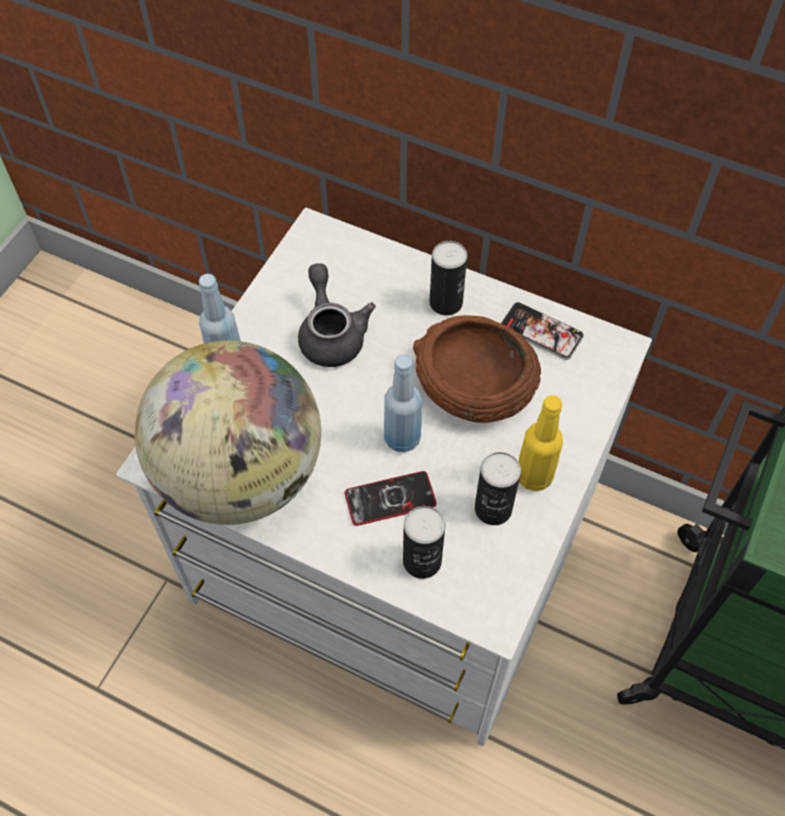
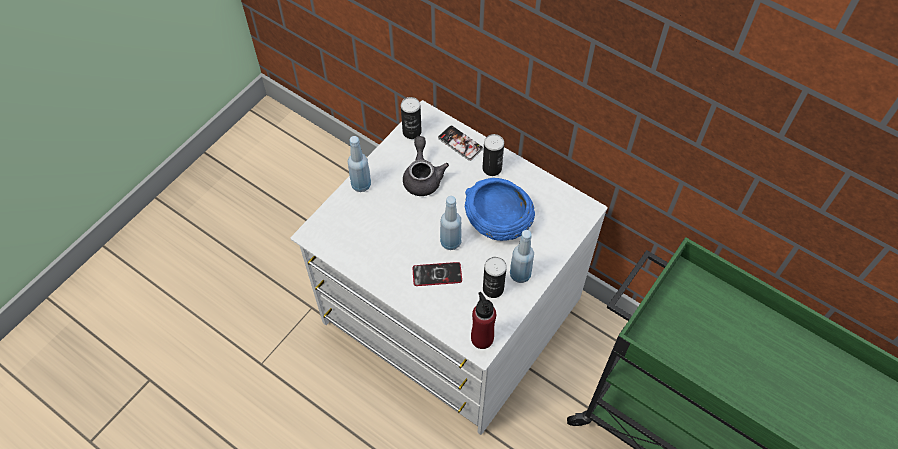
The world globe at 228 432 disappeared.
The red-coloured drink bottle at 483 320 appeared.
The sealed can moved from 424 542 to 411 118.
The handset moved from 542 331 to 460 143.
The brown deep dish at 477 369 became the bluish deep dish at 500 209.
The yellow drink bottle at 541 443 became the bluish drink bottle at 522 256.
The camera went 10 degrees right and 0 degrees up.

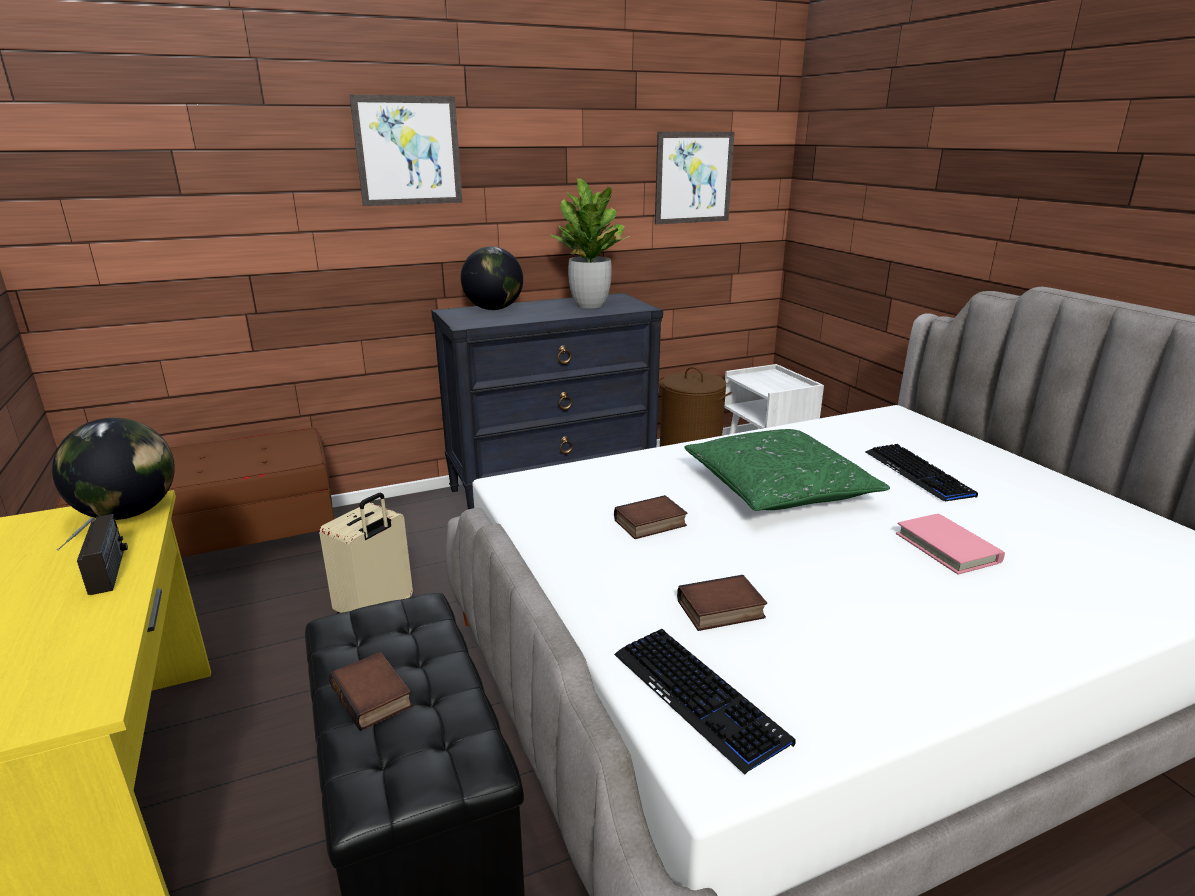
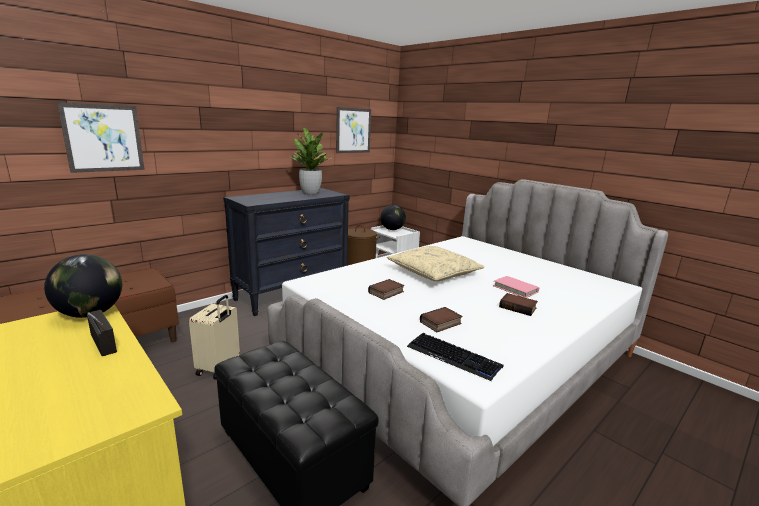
The PC keyboard at 922 472 disappeared.
The bound book moved from 371 691 to 518 304.
The picture moved from 405 150 to 101 137.
The world globe moved from 492 278 to 393 217.
The greenish cushion at 787 470 became the sand-coloured cushion at 436 263.
The camera went 20 degrees left and 5 degrees down.

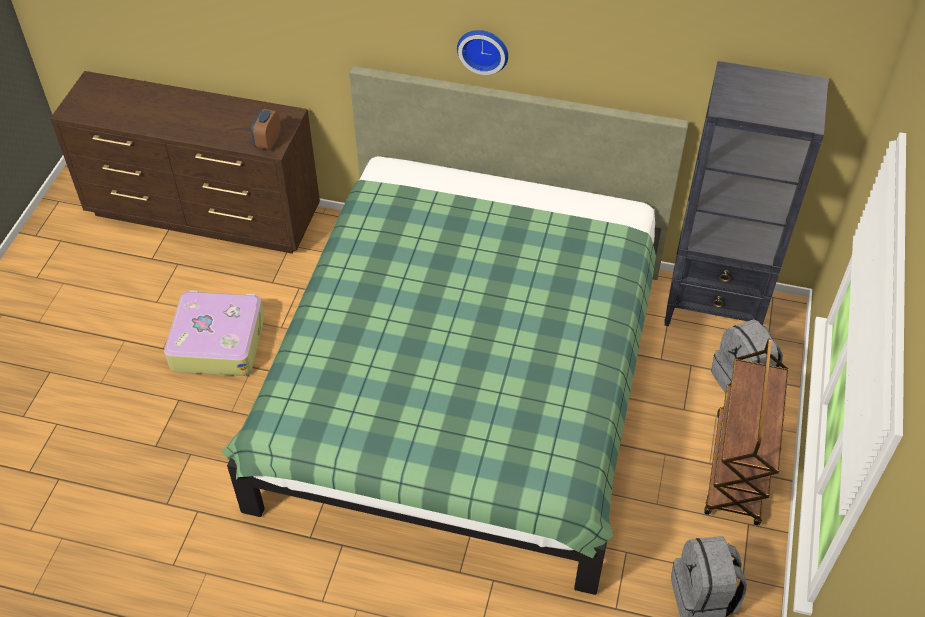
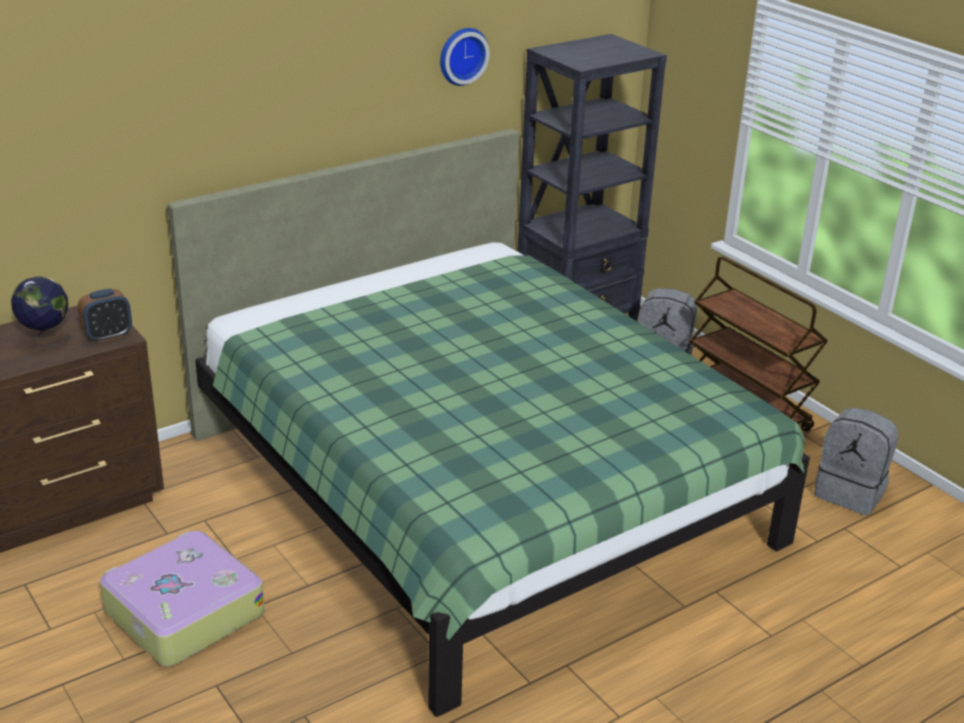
The world globe at 40 311 appeared.
The hanging clock moved from 482 52 to 465 57.
The alarm clock at 266 129 turned 90 degrees counterclockwise.
The camera went 50 degrees left and 20 degrees down.

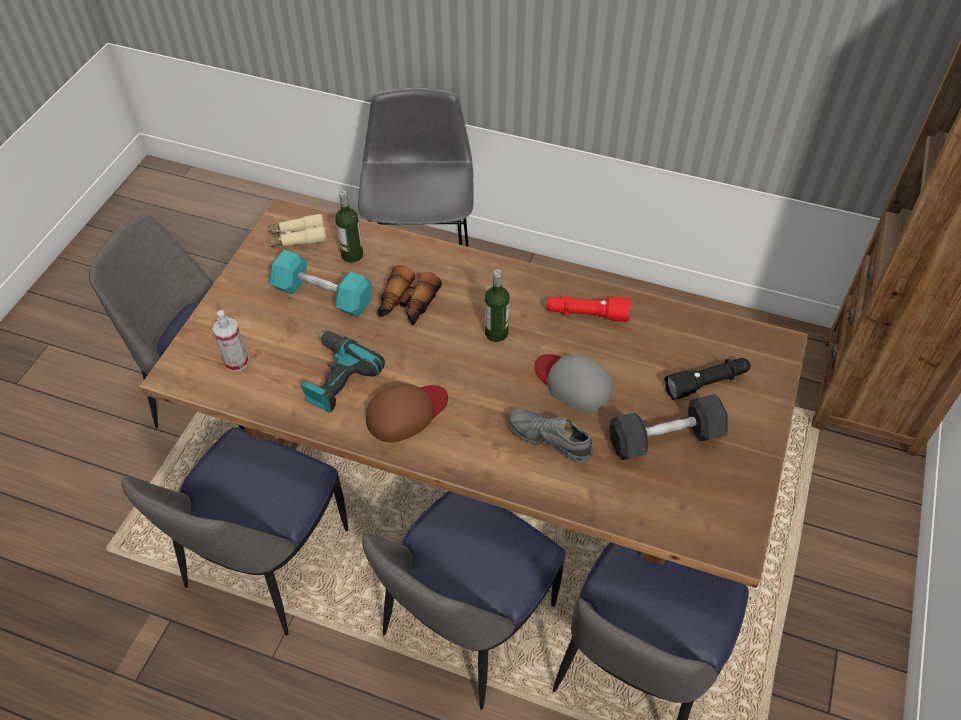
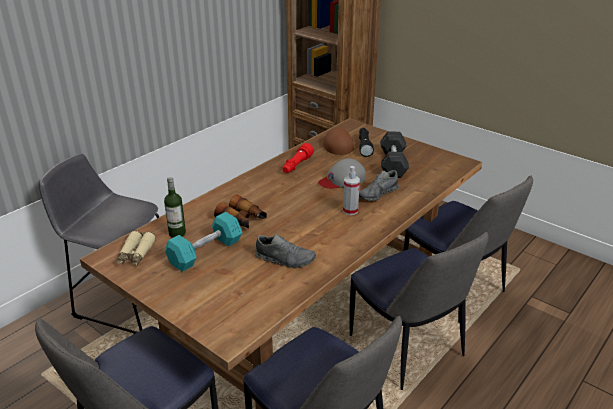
The drink bottle at 497 305 disappeared.
The sprayer moved from 230 341 to 351 190.
The brown peaked cap moved from 407 413 to 338 141.
The power drill at 343 372 was replaced by the gray shoe at 285 251.
The camera went 70 degrees left and 20 degrees down.

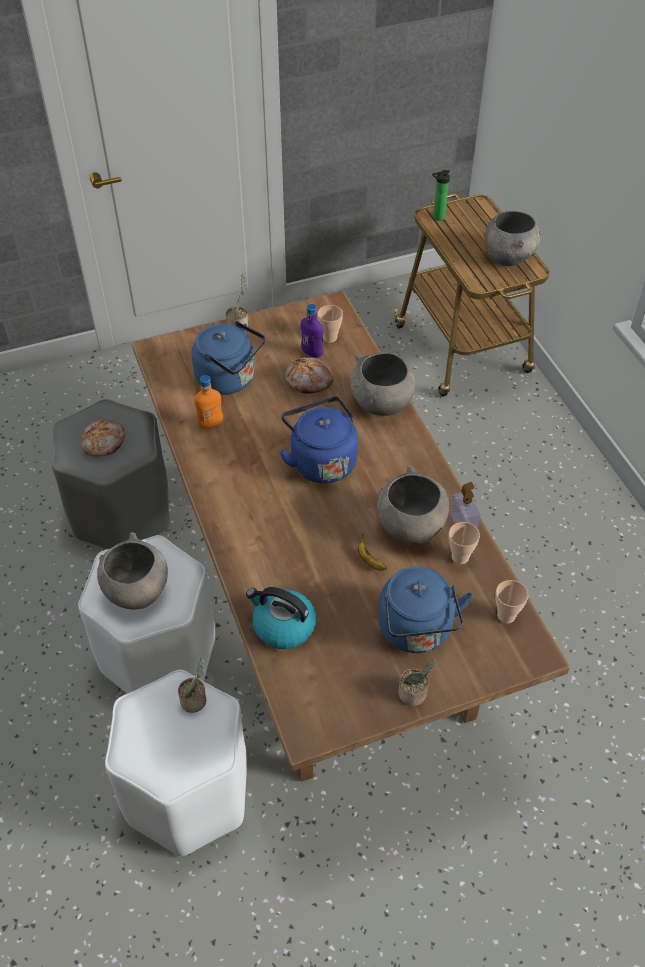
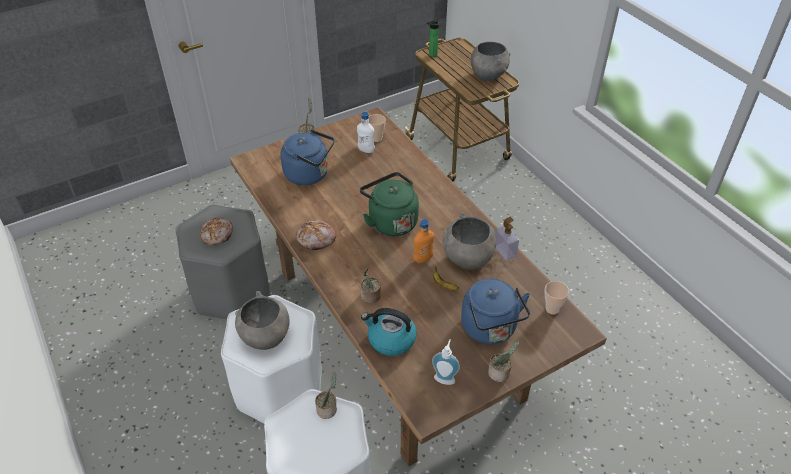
The gray deep dish at 382 384 disappeared.
The drinking cup at 464 543 disappeared.
The houseplant at 371 285 appeared.
The soap bottle at 446 362 appeared.
The orange-coloured drink bottle moved from 208 402 to 423 241.
The bread moved from 308 375 to 315 235.
The bluish tea kettle at 318 439 became the greenish tea kettle at 389 204.
The purplish drink bottle at 312 331 became the whitish drink bottle at 366 132.
The camera went 10 degrees left and 5 degrees down.

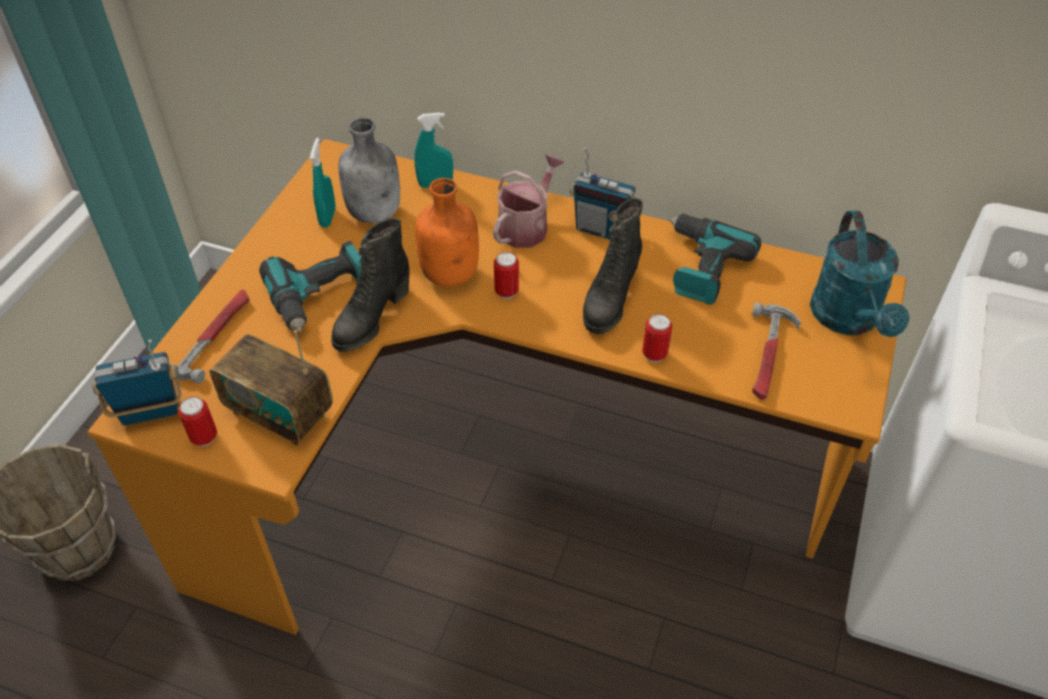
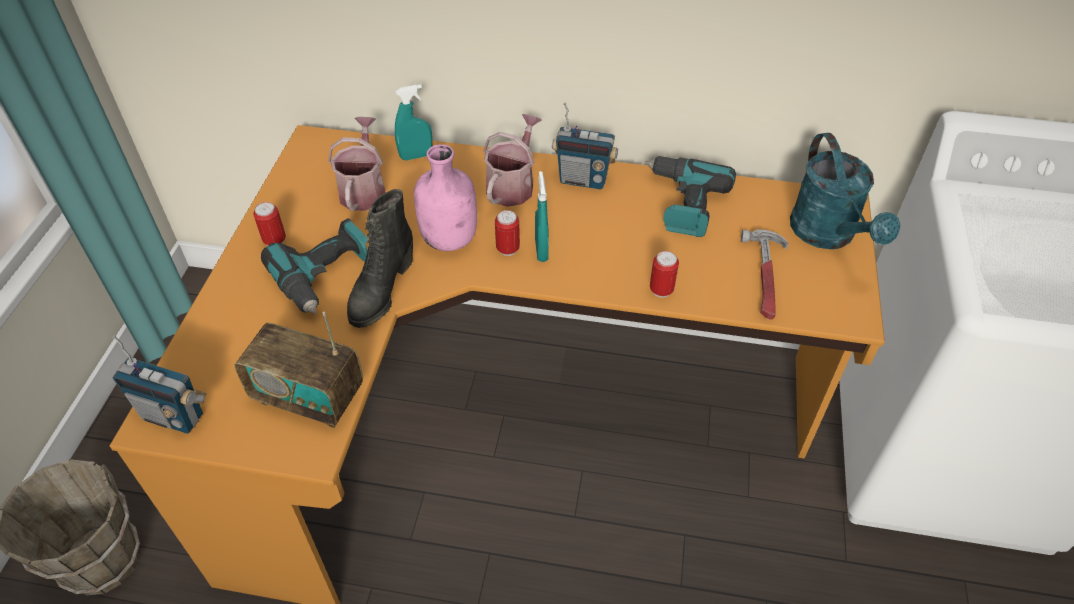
The tool hammer at 207 336 disappeared.
The black-coloured tall boot at 613 265 disappeared.
The sealed can moved from 197 421 to 269 224.
The blue-green sprayer moved from 323 182 to 542 216.
The gray drink bottle at 369 170 was replaced by the watering can at 357 164.
The orange-coloured drink bottle at 447 232 became the pink drink bottle at 445 197.
The radio set at 136 382 turned 135 degrees counterclockwise.
The camera went 10 degrees left and 0 degrees up.

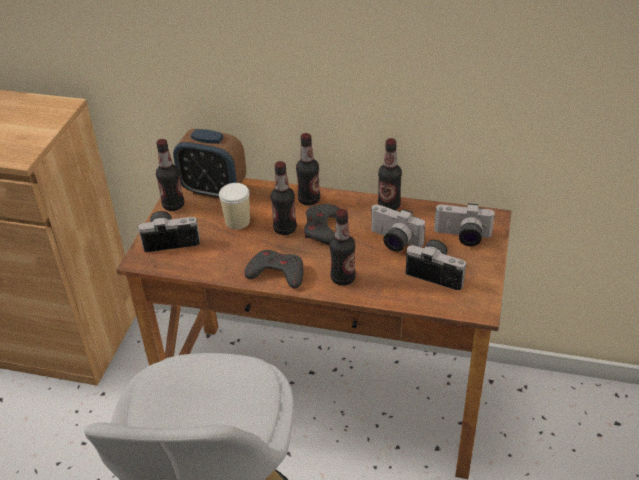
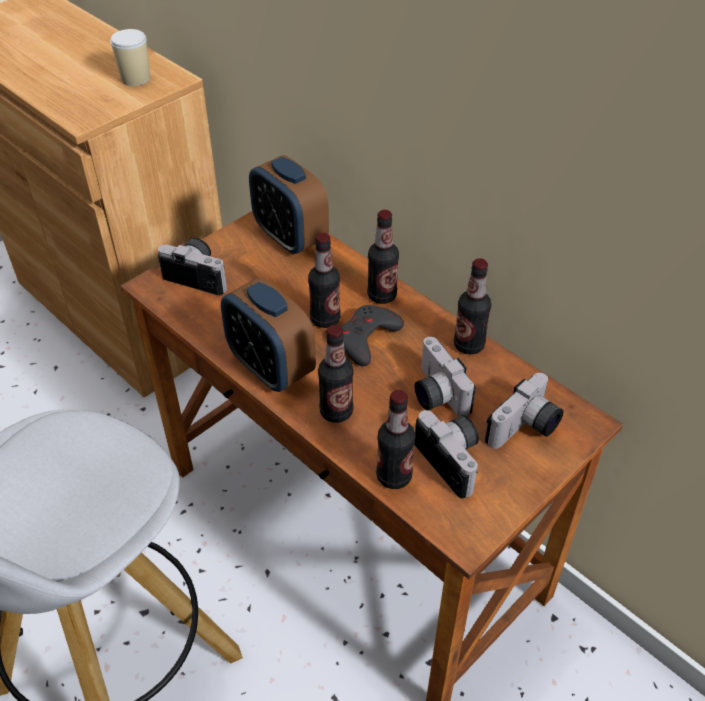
The drink bottle moved from 170 175 to 396 439.
The drinking cup moved from 234 206 to 130 57.
The gray joypad at 273 269 was replaced by the alarm clock at 268 334.
The still camera at 464 224 turned 90 degrees counterclockwise.
The camera went 30 degrees right and 5 degrees up.

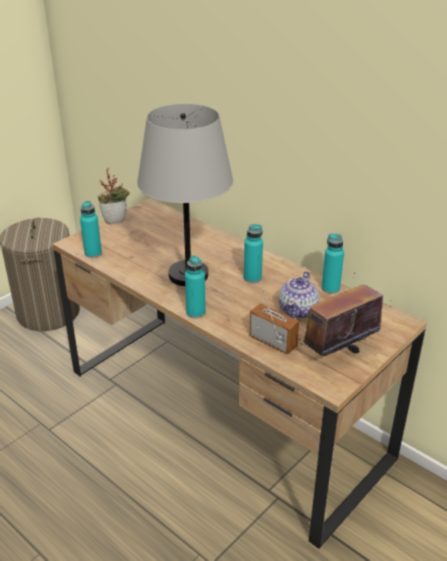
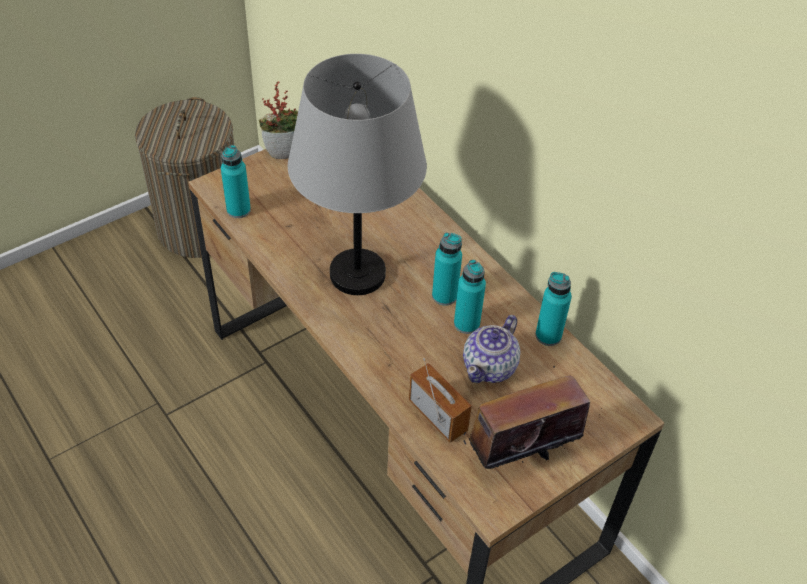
The blue-green drink bottle moved from 195 286 to 470 297.
The camera went 10 degrees right and 15 degrees up.

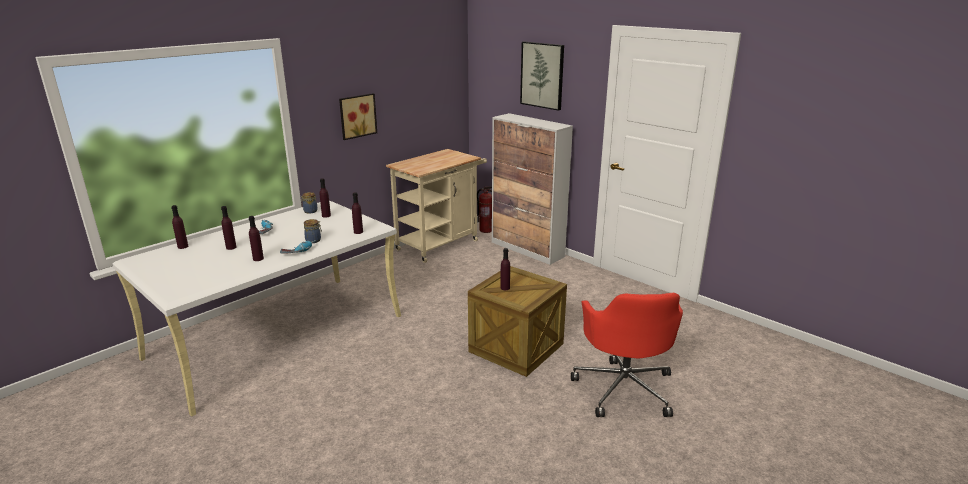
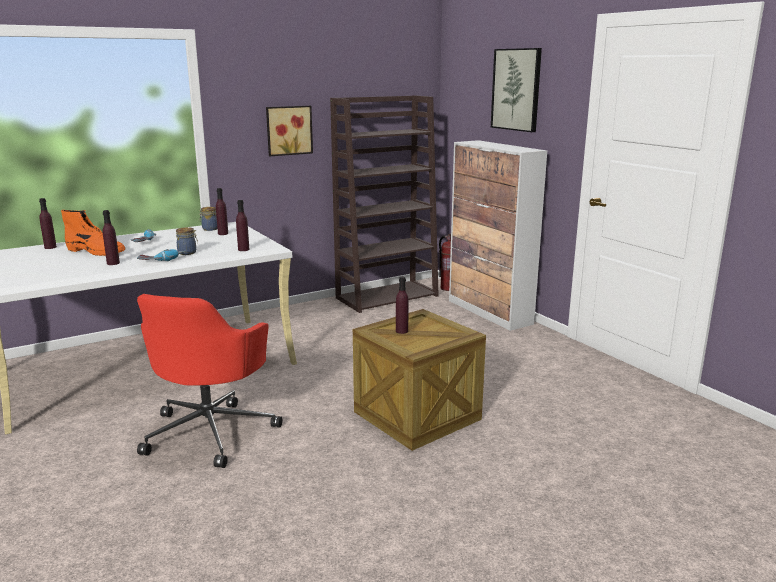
The red-coloured desk chair moved from 627 355 to 209 381.
The purplish drink bottle at 228 228 was replaced by the orange-coloured tall boot at 93 233.
The sand-coloured trolley at 436 206 was replaced by the brown bookshelf at 384 204.
The camera went 15 degrees right and 5 degrees down.

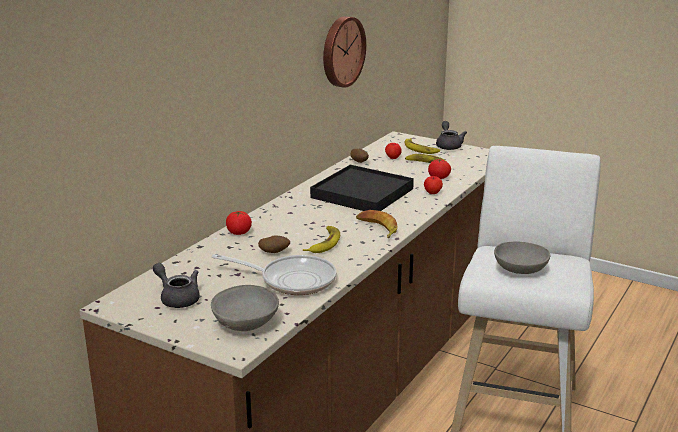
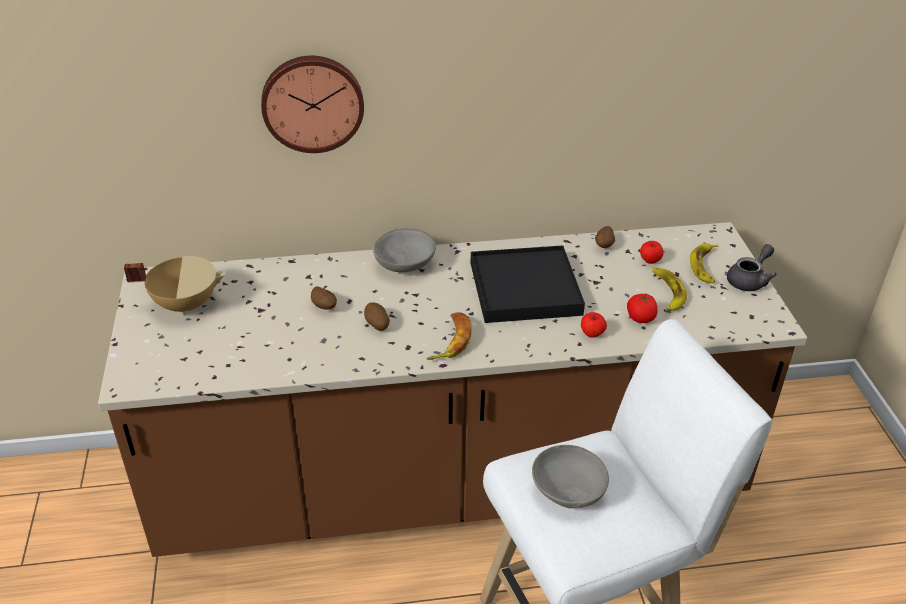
The skillet at 274 274 disappeared.
The whole tomato at 239 223 disappeared.
The gray deep dish moved from 245 308 to 404 250.
The hanging clock moved from 344 52 to 312 104.
The gray tea pot at 176 285 was replaced by the sand-coloured stockpot at 175 285.
The banana fruit at 321 239 was replaced by the whole potato at 377 316.
The camera went 50 degrees right and 15 degrees up.

